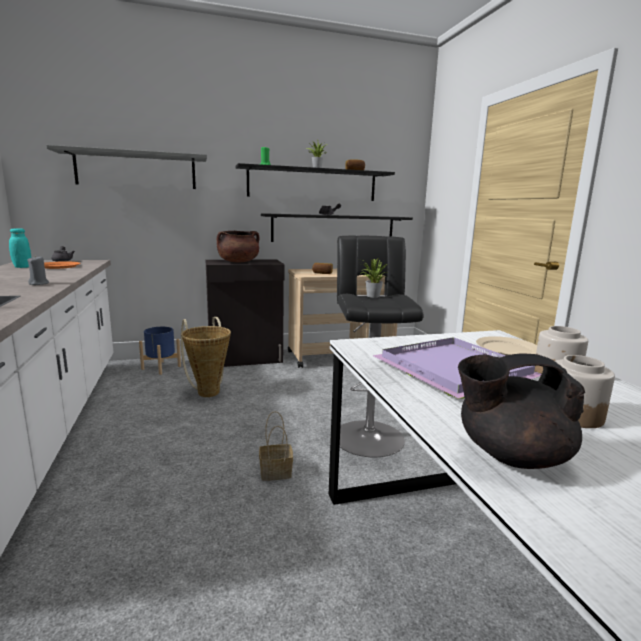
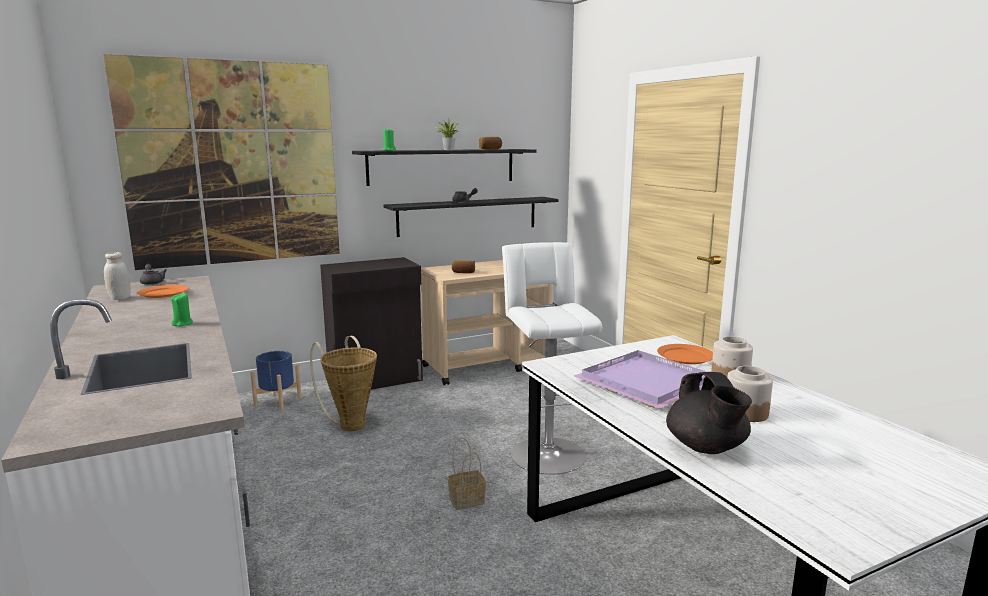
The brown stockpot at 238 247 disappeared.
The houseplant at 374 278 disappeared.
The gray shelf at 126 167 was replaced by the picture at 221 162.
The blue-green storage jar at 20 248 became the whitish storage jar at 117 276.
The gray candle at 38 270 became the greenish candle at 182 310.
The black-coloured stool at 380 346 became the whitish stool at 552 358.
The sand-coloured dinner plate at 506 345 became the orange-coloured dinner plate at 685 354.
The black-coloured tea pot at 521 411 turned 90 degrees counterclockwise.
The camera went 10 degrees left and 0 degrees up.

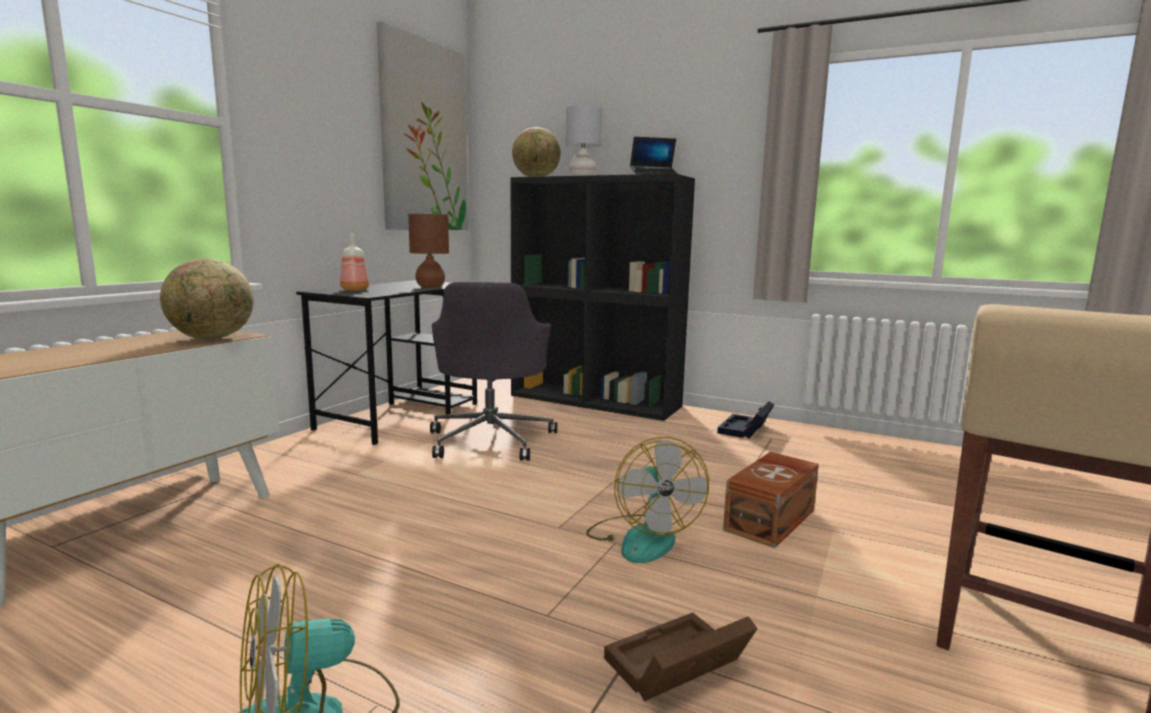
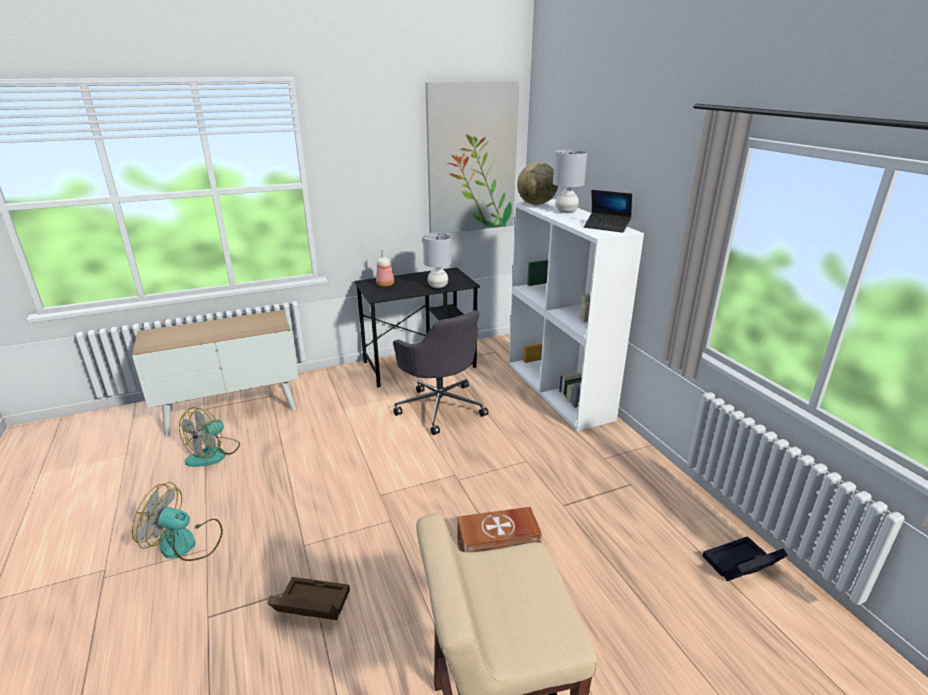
The world globe at 207 299 disappeared.
The cooling fan moved from 647 500 to 209 437.
The black-coloured storage container moved from 746 419 to 745 558.
The brown table lamp at 428 251 became the gray table lamp at 437 260.
The black-coloured bookshelf at 603 297 became the whitish bookshelf at 576 315.
The gray desk chair at 493 371 turned 75 degrees counterclockwise.
The camera went 40 degrees right and 15 degrees up.

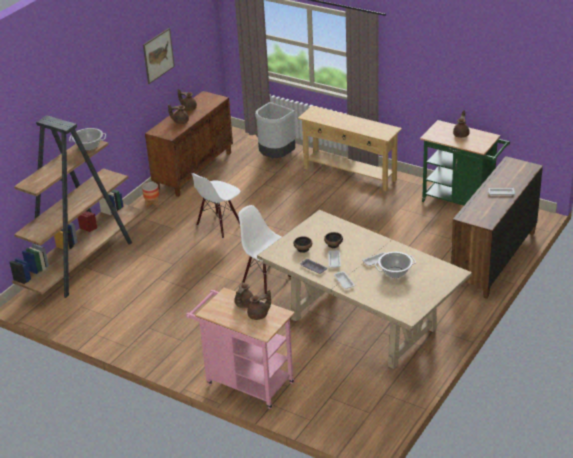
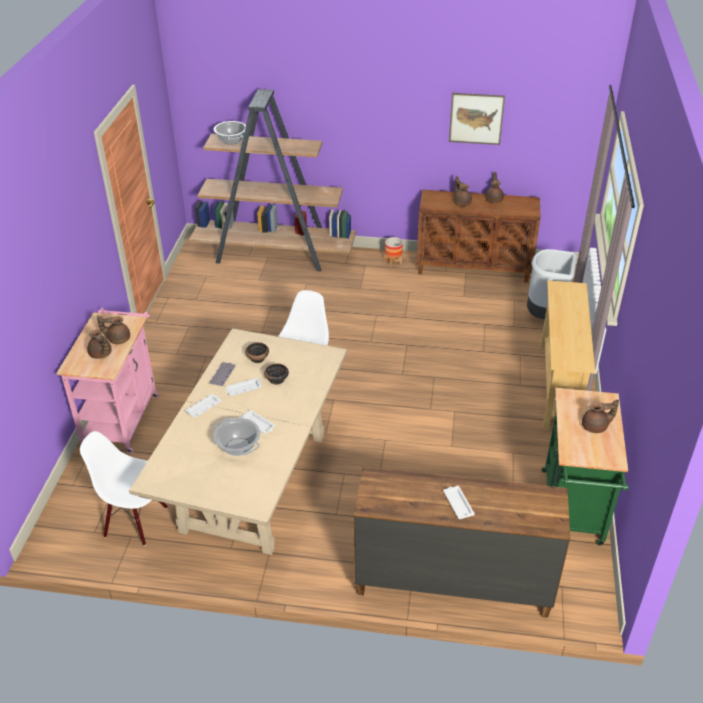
The stockpot moved from 87 139 to 230 133.
The whitish chair moved from 215 205 to 124 488.
The camera went 65 degrees right and 5 degrees up.

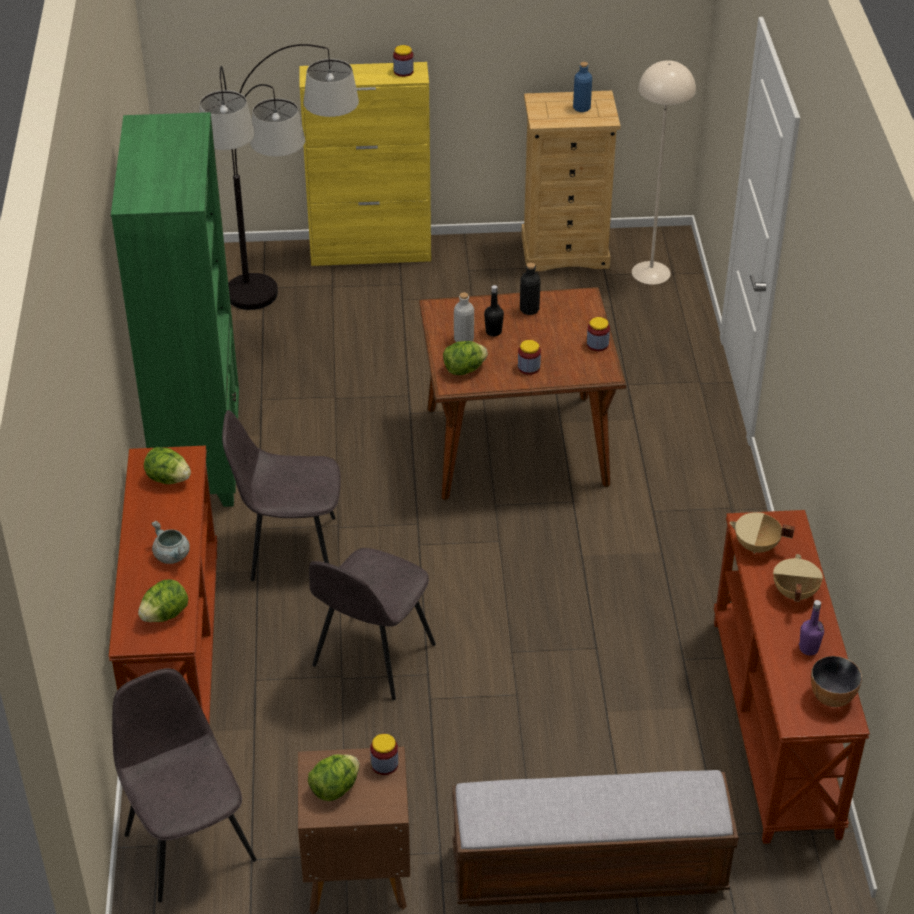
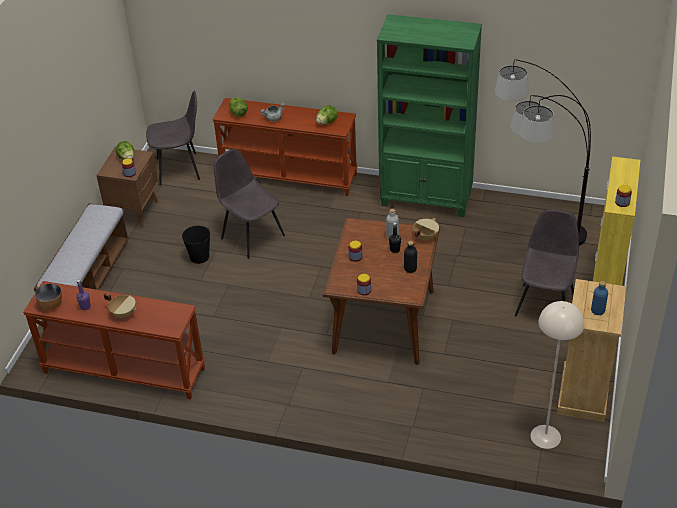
The lettuce at 465 358 disappeared.
The black-coloured pail at 196 245 appeared.
The gray chair moved from 281 495 to 547 262.
The sand-coloured stockpot moved from 762 533 to 426 229.
The camera went 110 degrees right and 0 degrees up.

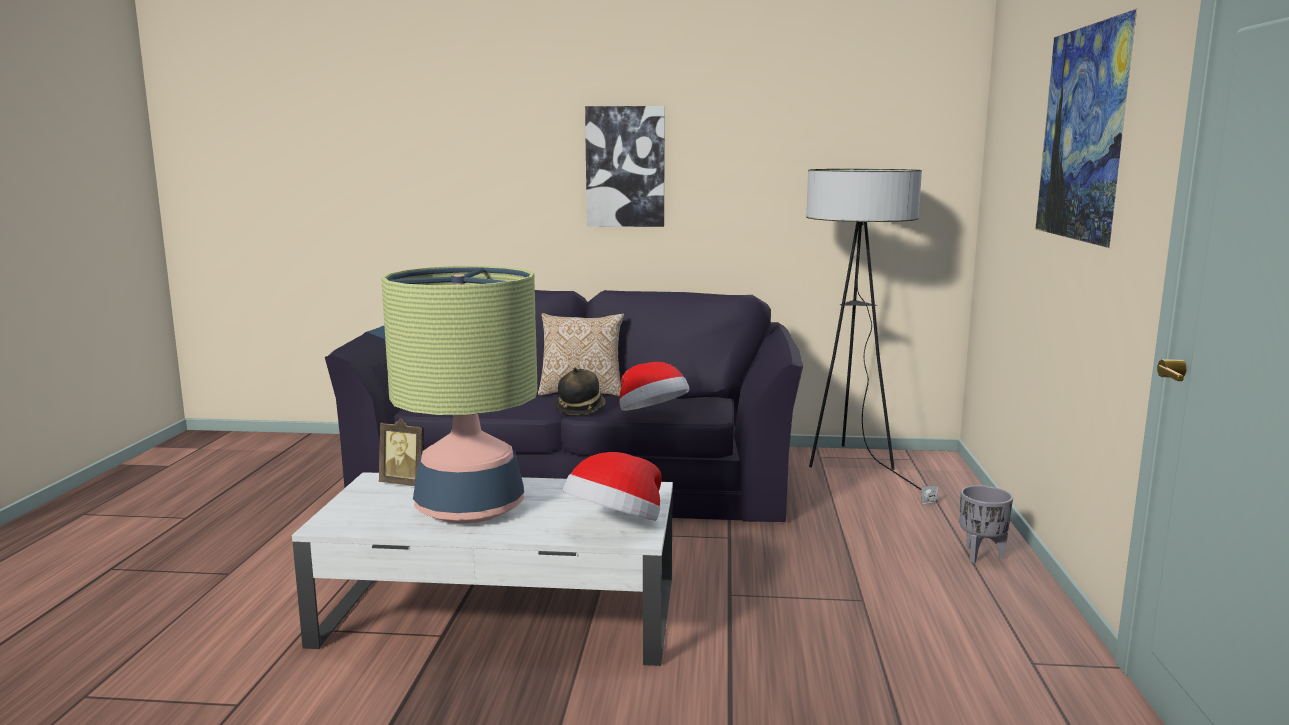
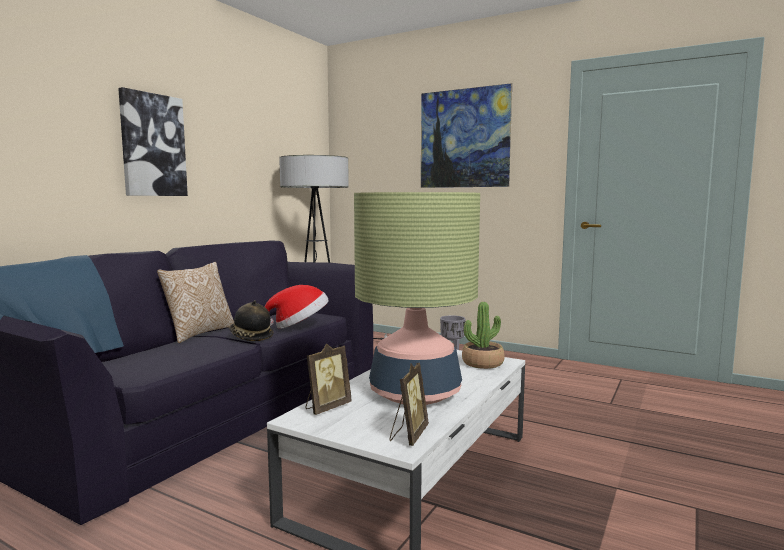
The picture frame at 409 404 appeared.
The hat at 612 486 was replaced by the houseplant at 483 335.
The camera went 65 degrees left and 5 degrees down.

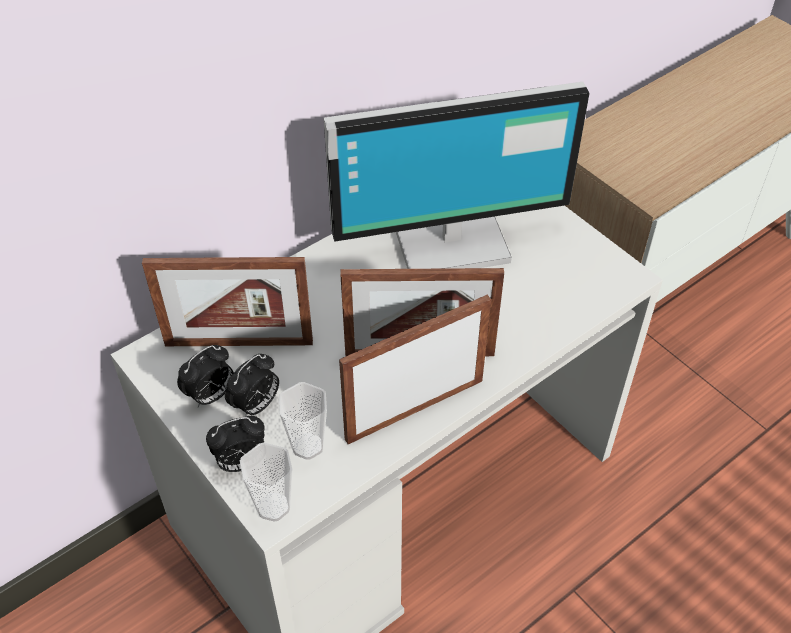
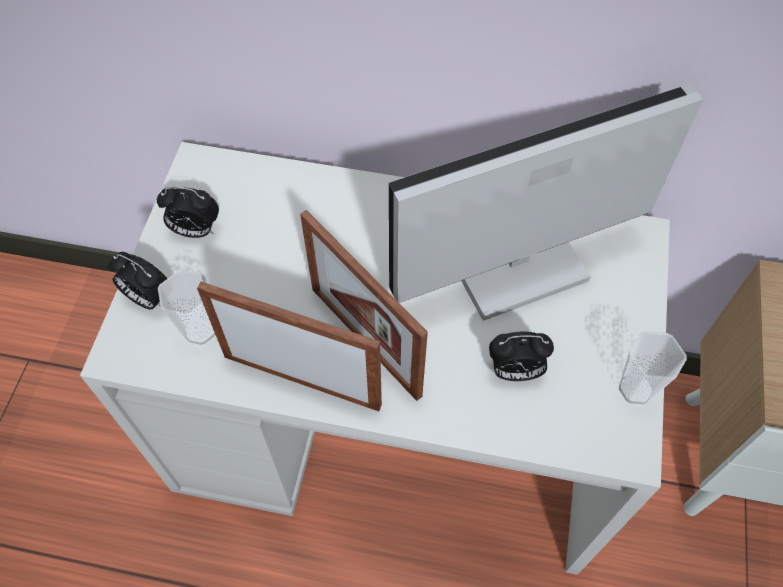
The picture frame at 227 301 disappeared.
The alarm clock moved from 252 385 to 521 356.
The drinking cup moved from 266 482 to 653 368.
The computer display at 457 175 turned 120 degrees clockwise.
The camera went 50 degrees right and 10 degrees up.

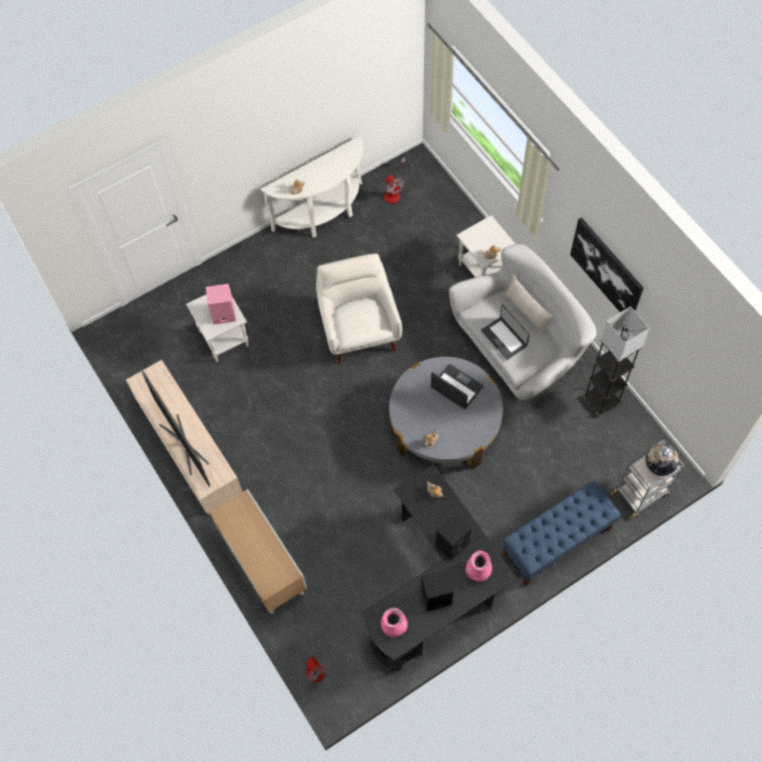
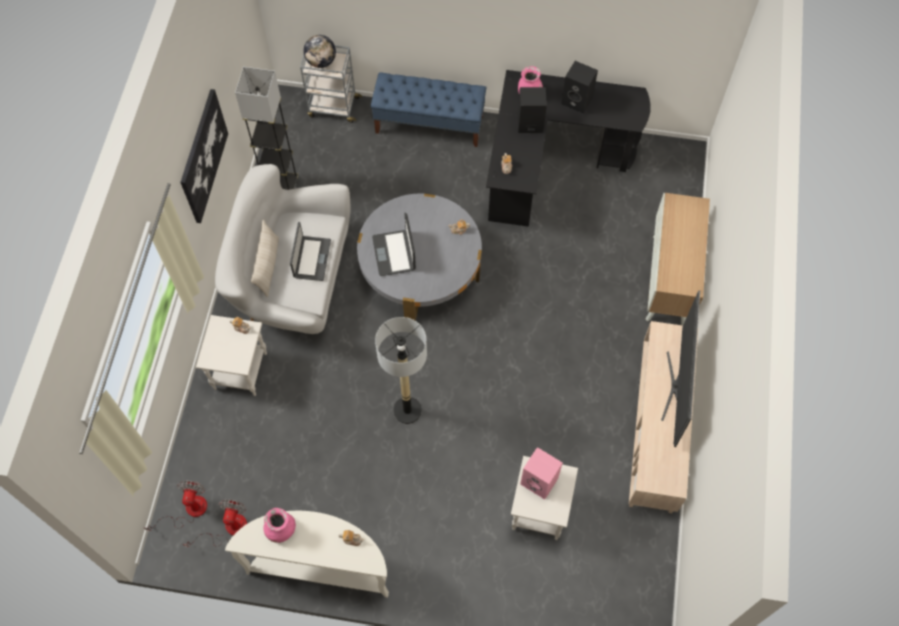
The cooling fan moved from 319 653 to 175 506.
The pink decorative vase moved from 394 623 to 279 525.
The whitish easy chair at 359 309 was replaced by the standard lamp at 401 370.
The camera went 140 degrees left and 0 degrees up.

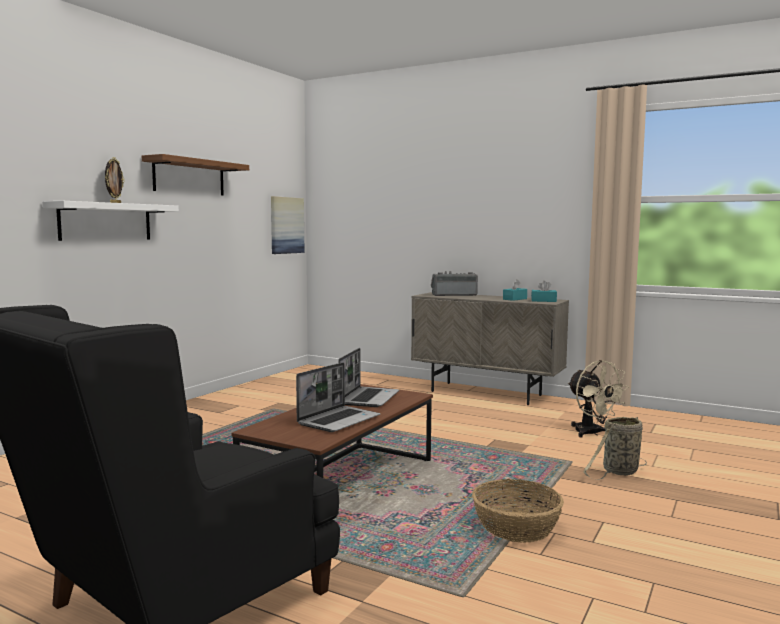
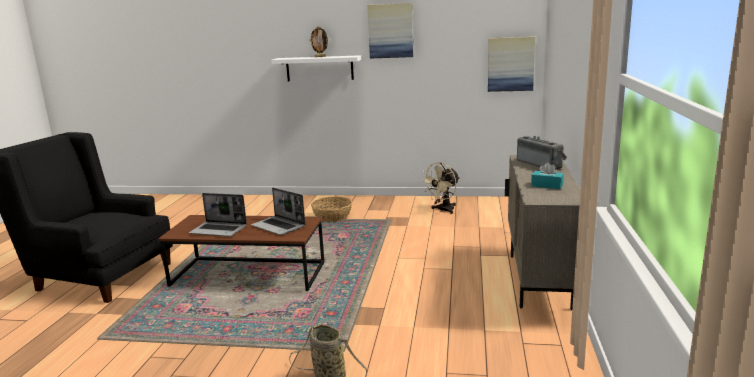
The blue-green box of tissues at 544 291 disappeared.
The storage basket moved from 518 511 to 331 209.
The sand-coloured cooling fan moved from 598 398 to 440 188.
The brown shelf at 195 174 was replaced by the picture at 391 30.
The portable computer at 368 377 turned 45 degrees clockwise.
The camera went 70 degrees right and 10 degrees up.

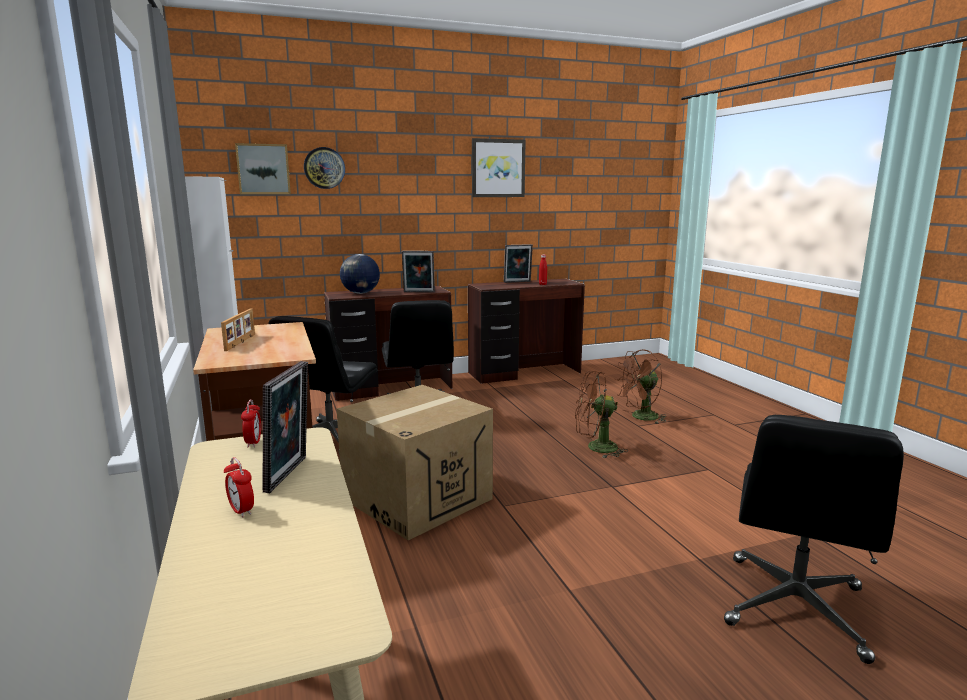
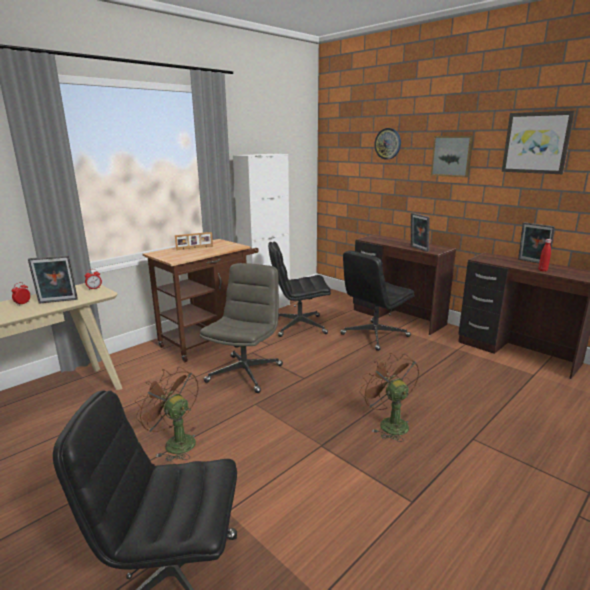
The world globe at 360 274 disappeared.
The picture moved from 263 168 to 452 157.
The brown cooling fan moved from 641 387 to 166 414.
The packing box at 415 462 was replaced by the gray desk chair at 241 328.
The camera went 65 degrees right and 5 degrees up.

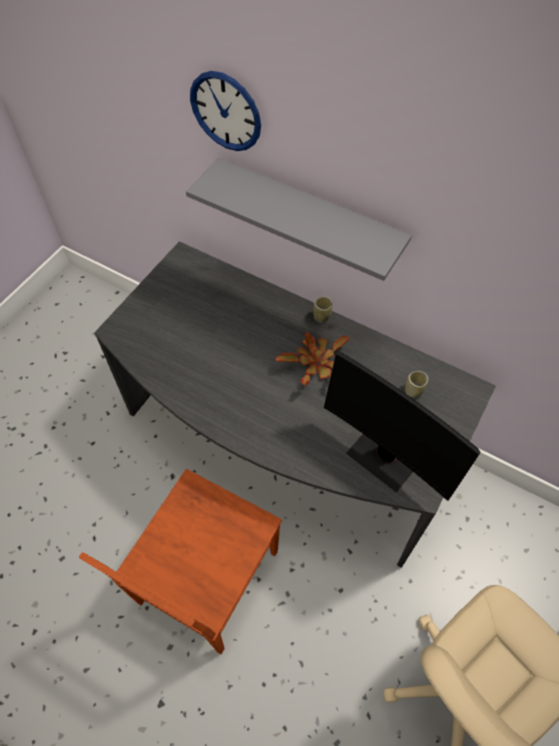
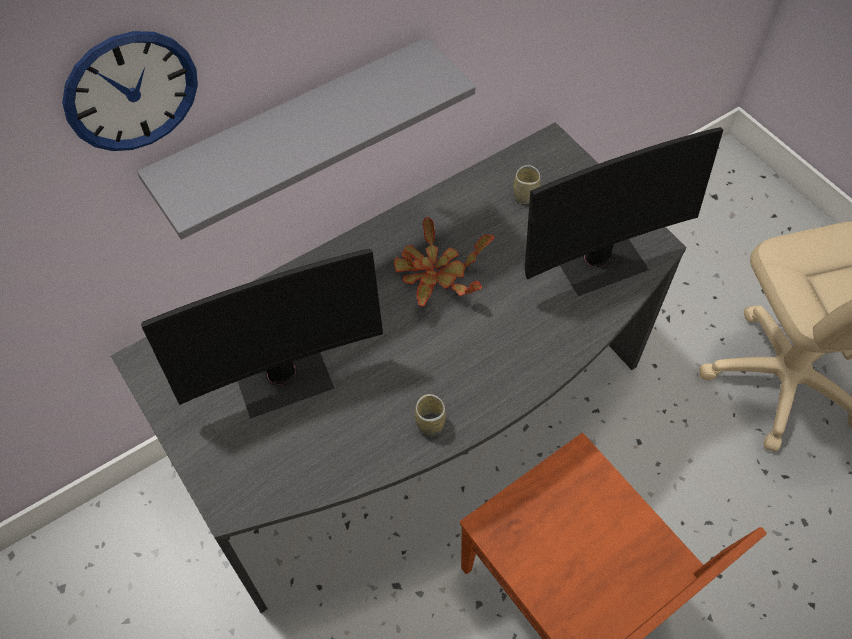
The computer display at 262 334 appeared.
The drinking cup moved from 322 309 to 430 415.
The camera went 65 degrees left and 0 degrees up.

